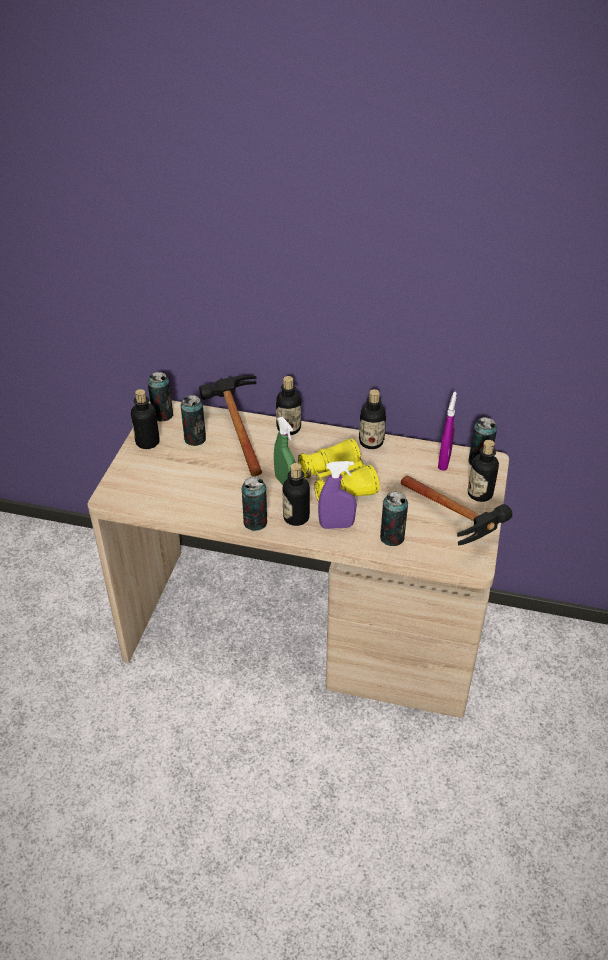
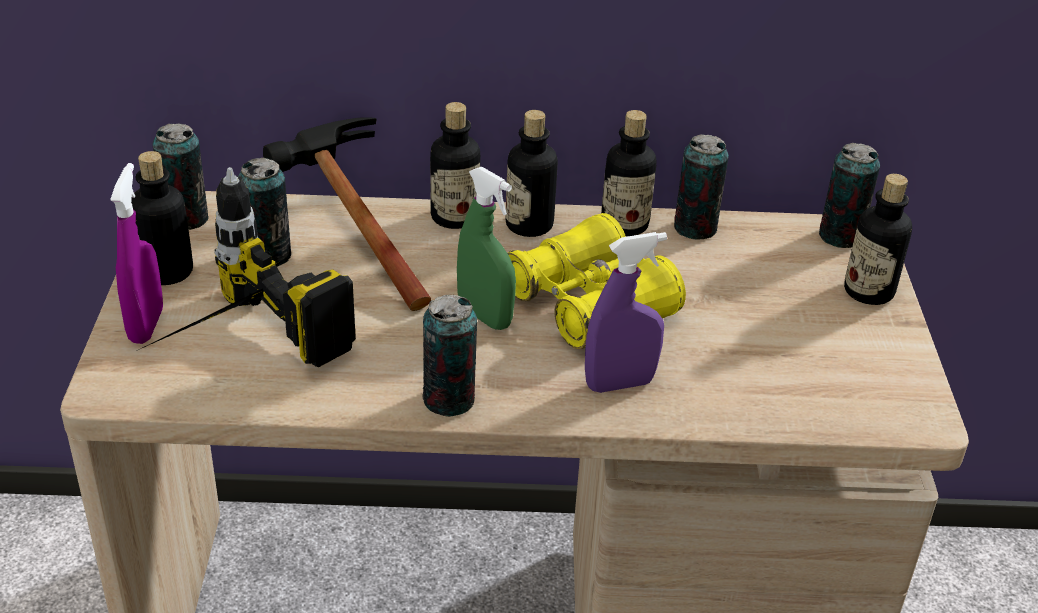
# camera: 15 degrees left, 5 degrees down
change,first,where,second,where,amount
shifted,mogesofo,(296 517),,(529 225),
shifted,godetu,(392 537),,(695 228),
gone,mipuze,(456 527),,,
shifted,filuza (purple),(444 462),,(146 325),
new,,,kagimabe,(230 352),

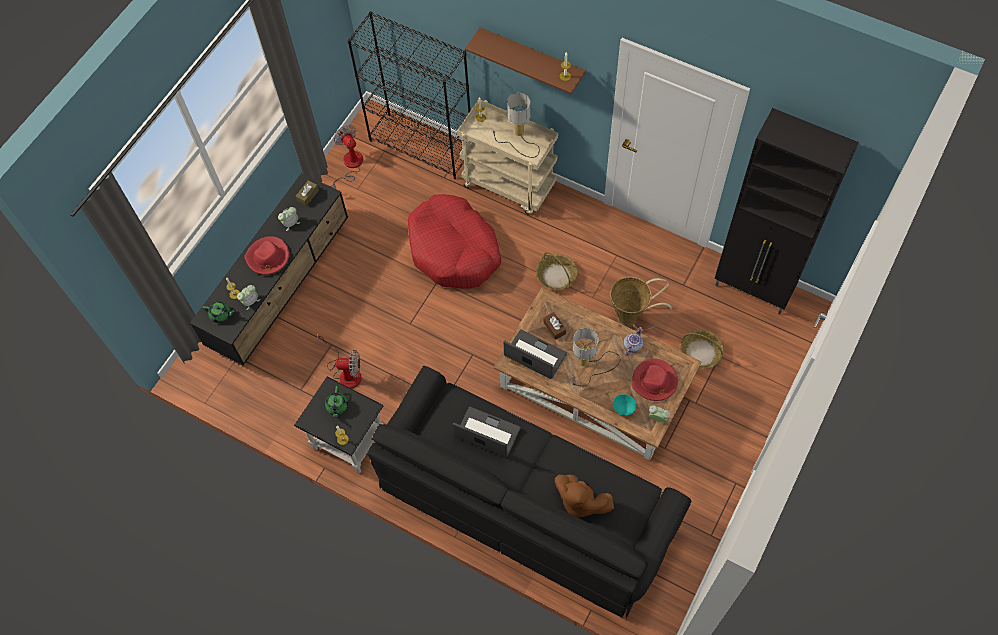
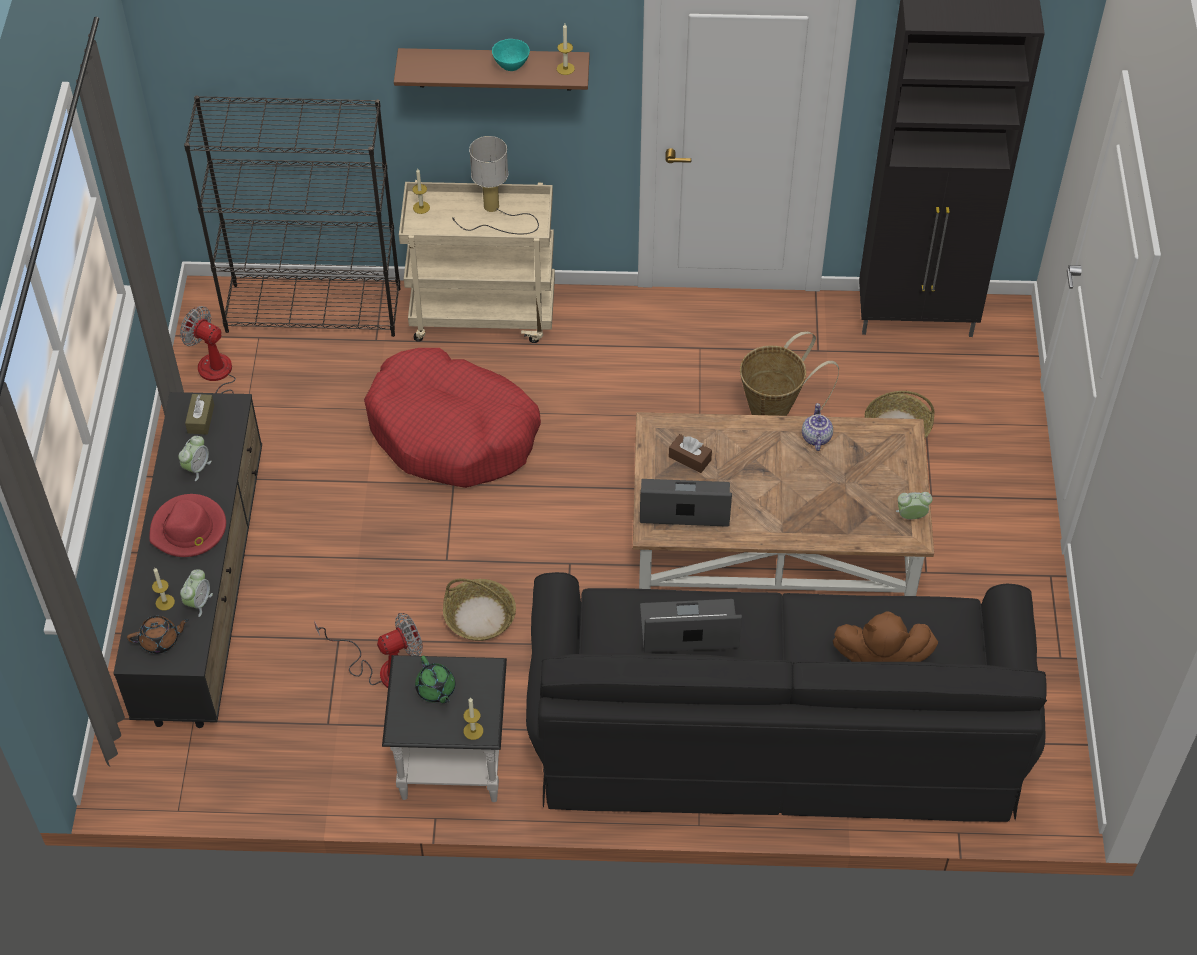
# camera: 30 degrees left, 10 degrees down
change,first,where,second,where,amount
repainted,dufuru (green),(221 314),dufuru (brown),(160 640),
shifted,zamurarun,(556 276),,(479 617),
gone,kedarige,(590 364),,,
shifted,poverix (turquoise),(623 409),,(511 67),
gone,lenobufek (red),(654 381),,,

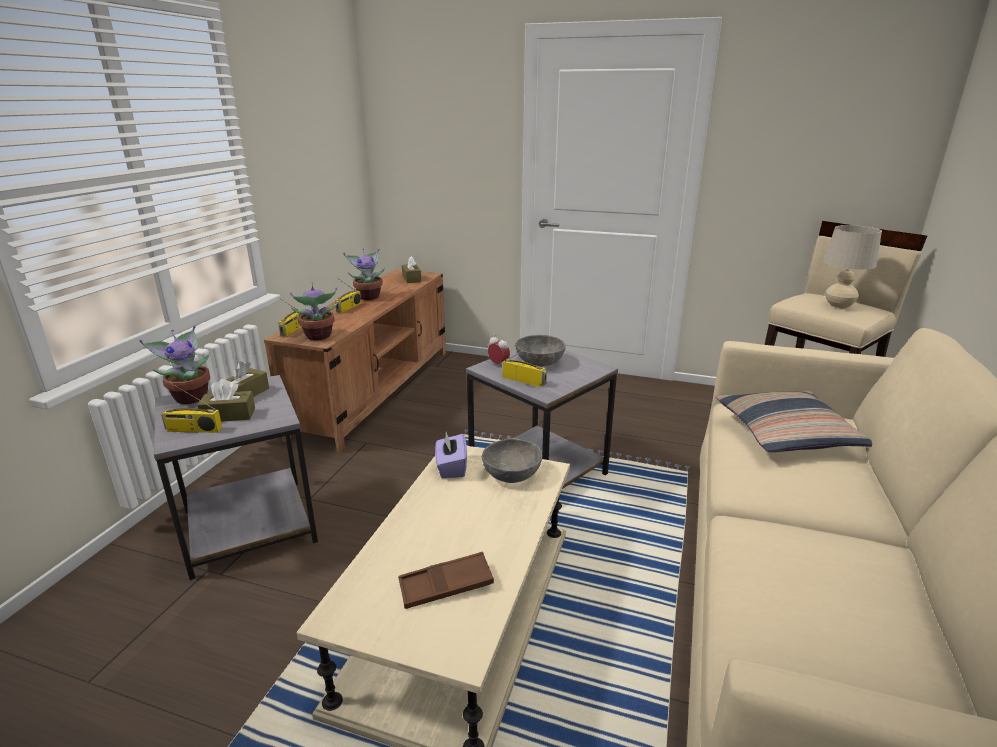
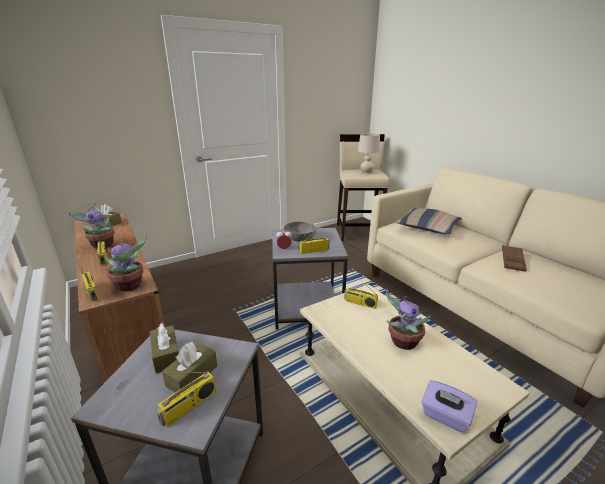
# camera: 50 degrees left, 0 degrees up
change,first,where,second,where,amount
shifted,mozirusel,(190 397),,(402 342),
shifted,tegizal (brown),(446 585),,(512 261),
shifted,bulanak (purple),(451 467),,(445 416),
swapped,poverix (grey),(512 474),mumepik,(360 303),

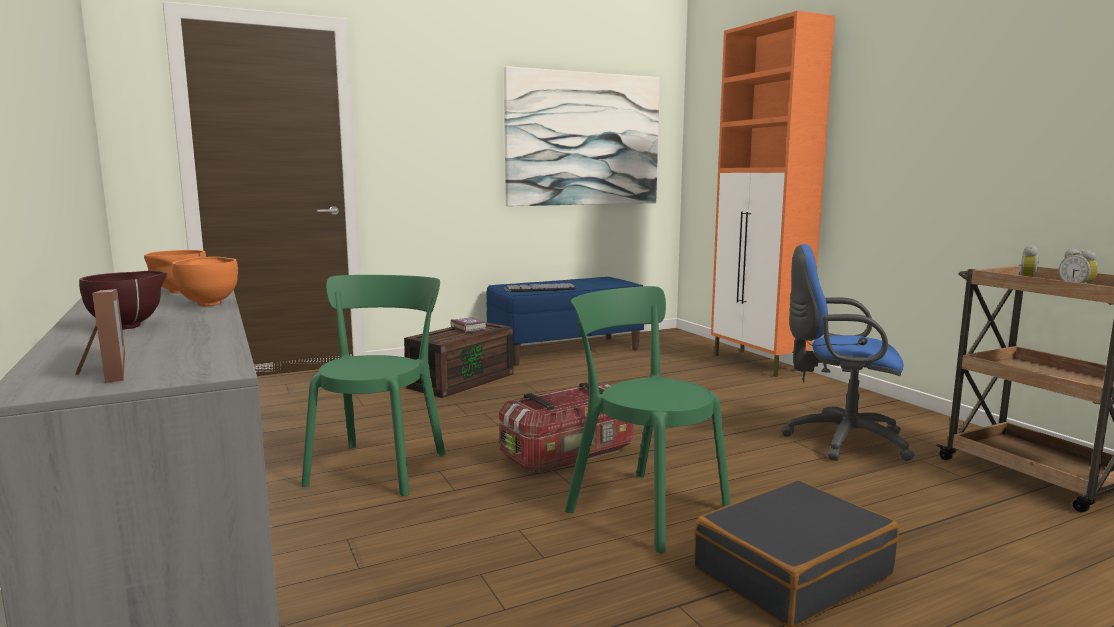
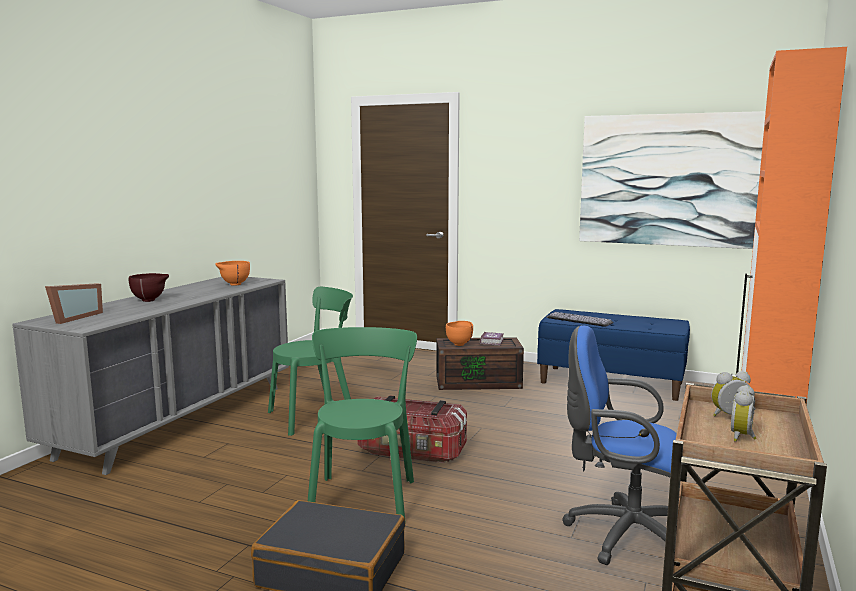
# camera: 50 degrees right, 0 degrees up
change,first,where,second,where,amount
shifted,poverix (orange),(209 304),,(460 344),
rotated,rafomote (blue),(839 440),,(622 534),45 degrees counterclockwise

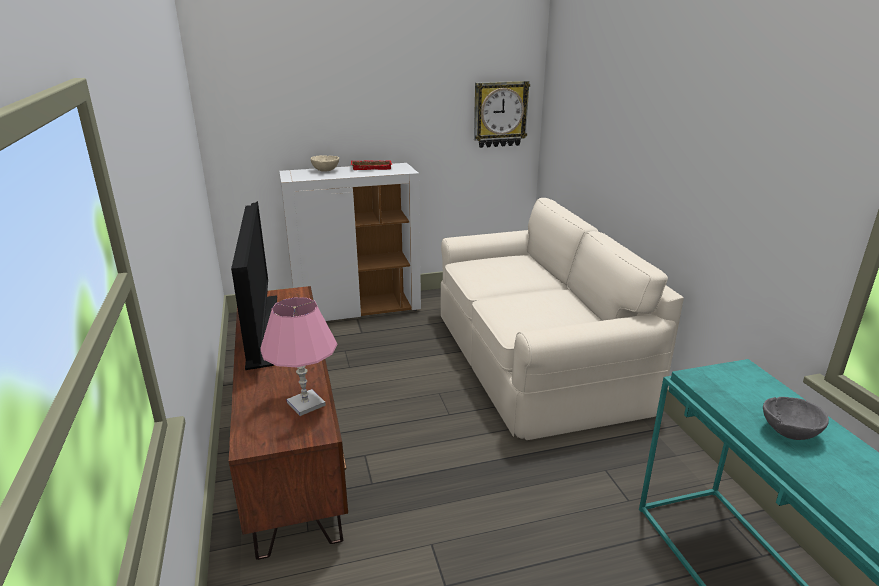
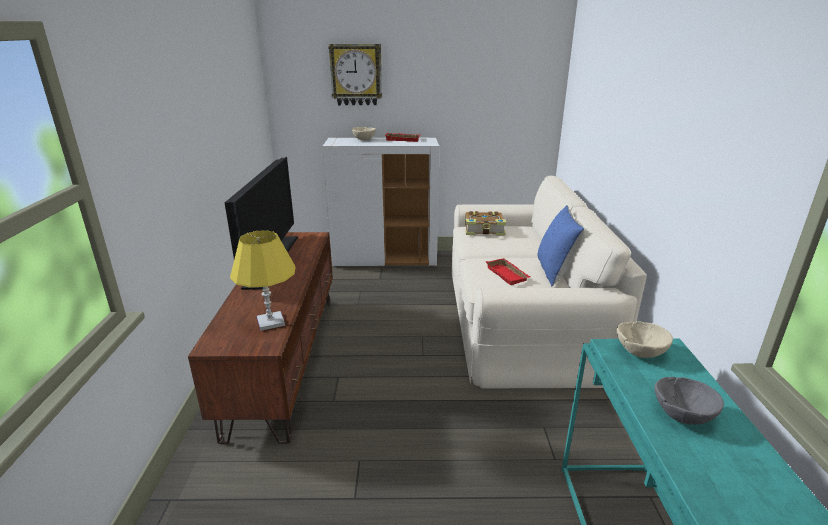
# camera: 15 degrees right, 0 degrees up
change,first,where,second,where,amount
repainted,kedarige (pink),(305 404),kedarige (yellow),(270 322),
shifted,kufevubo,(500 114),,(356 75),
new,,,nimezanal,(484 230),
new,,,tegizal (red),(508 274),
new,,,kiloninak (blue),(555 272),
new,,,poverix (beige),(639 352),

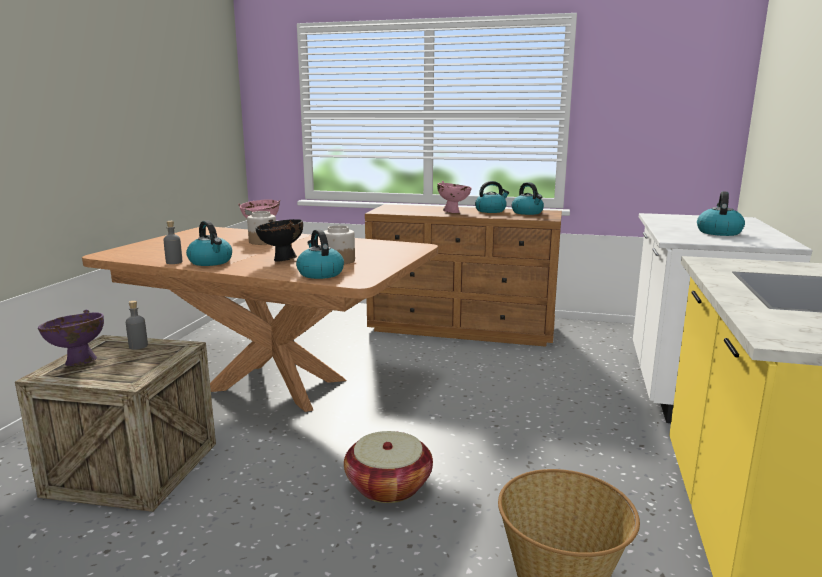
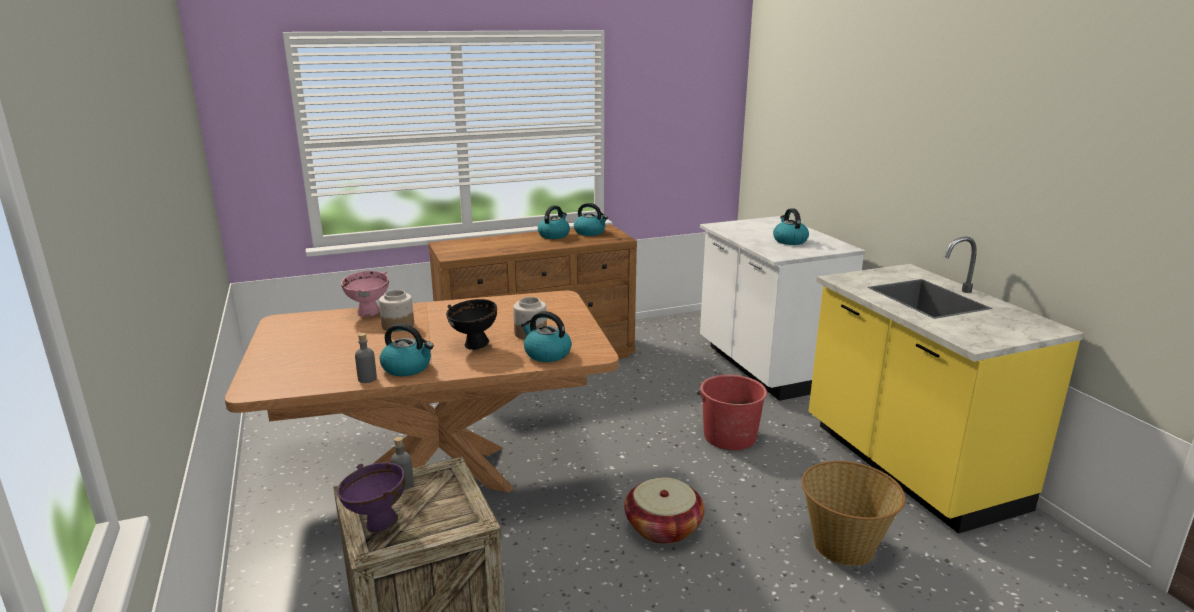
# camera: 35 degrees left, 5 degrees up
change,first,where,second,where,amount
gone,poverix (pink),(453 212),,,
new,,,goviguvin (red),(729 436),

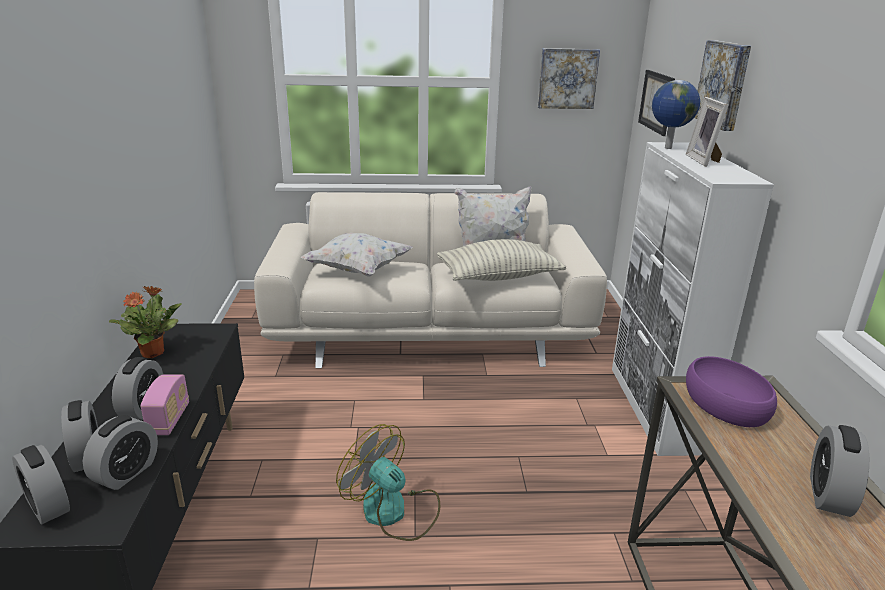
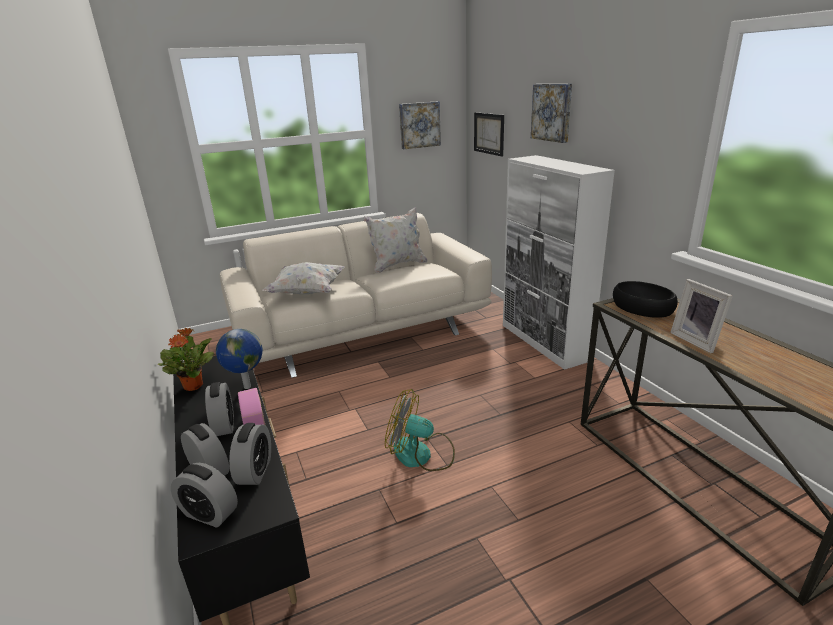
# camera: 20 degrees left, 0 degrees up
change,first,where,second,where,amount
gone,kiloninak,(499 277),,,
shifted,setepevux,(667 148),,(246 387),
shifted,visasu,(704 160),,(697 340),
repainted,poverix (purple),(724 402),poverix (black),(641 307),
gone,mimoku,(828 495),,,

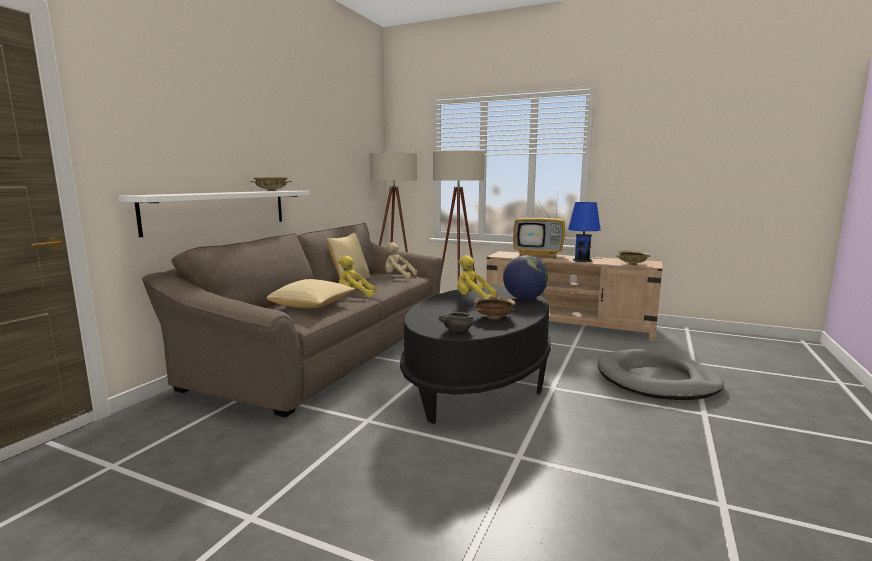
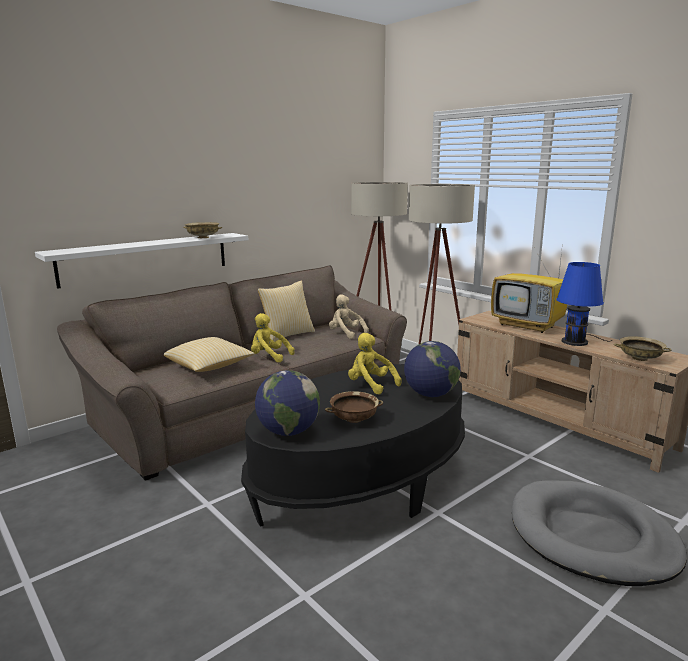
# camera: 25 degrees right, 5 degrees up
change,first,where,second,where,amount
swapped,poverix (grey),(457 330),setepevux,(288 432),

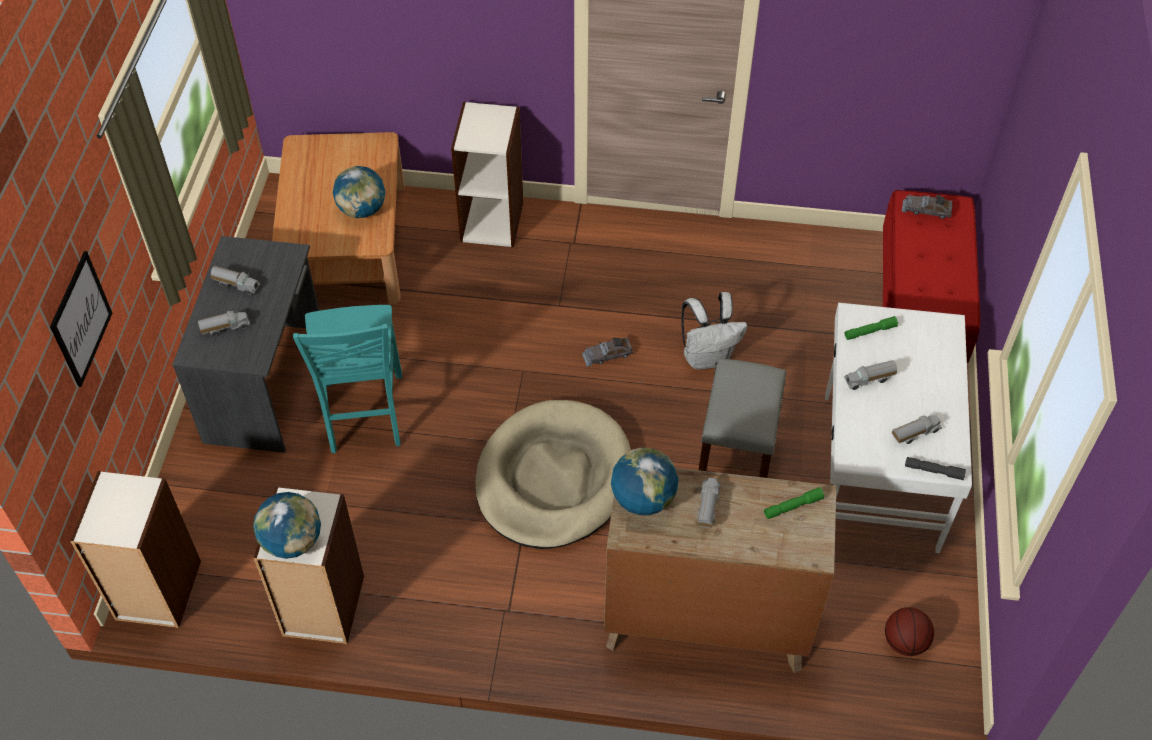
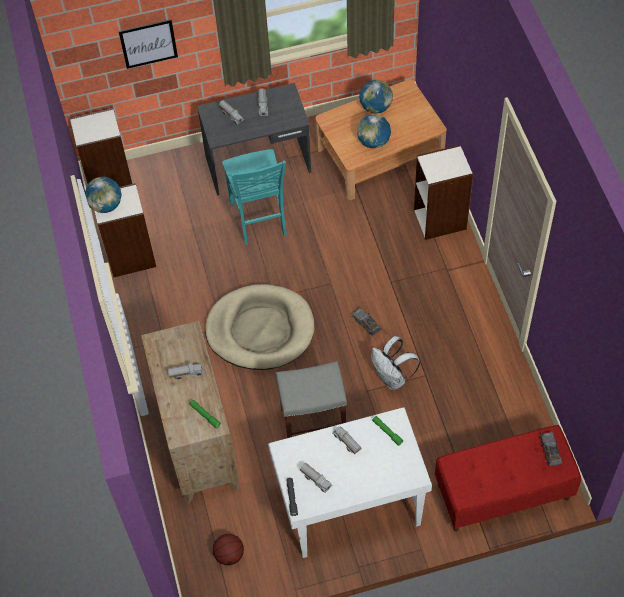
# camera: 70 degrees right, 5 degrees up
change,first,where,second,where,amount
rotated,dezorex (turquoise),(364 415),,(259 220),75 degrees counterclockwise
shifted,setepevux,(643 499),,(375 107),

